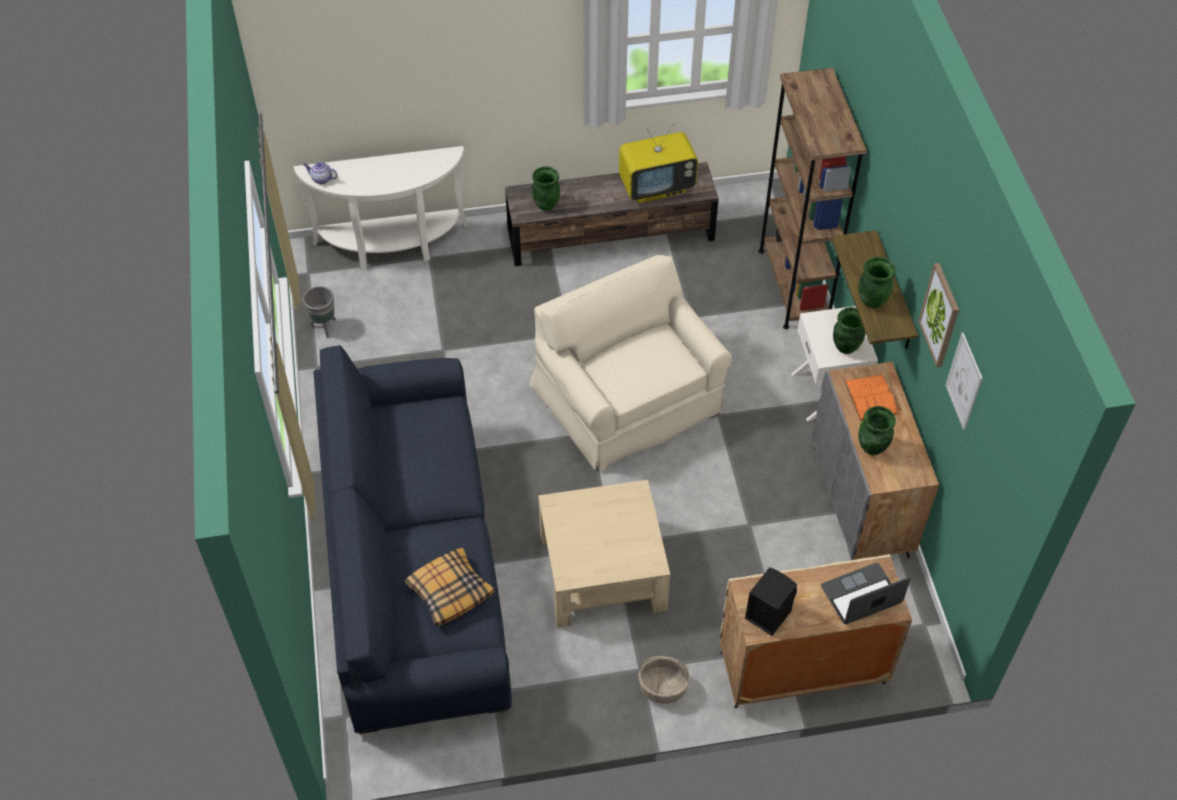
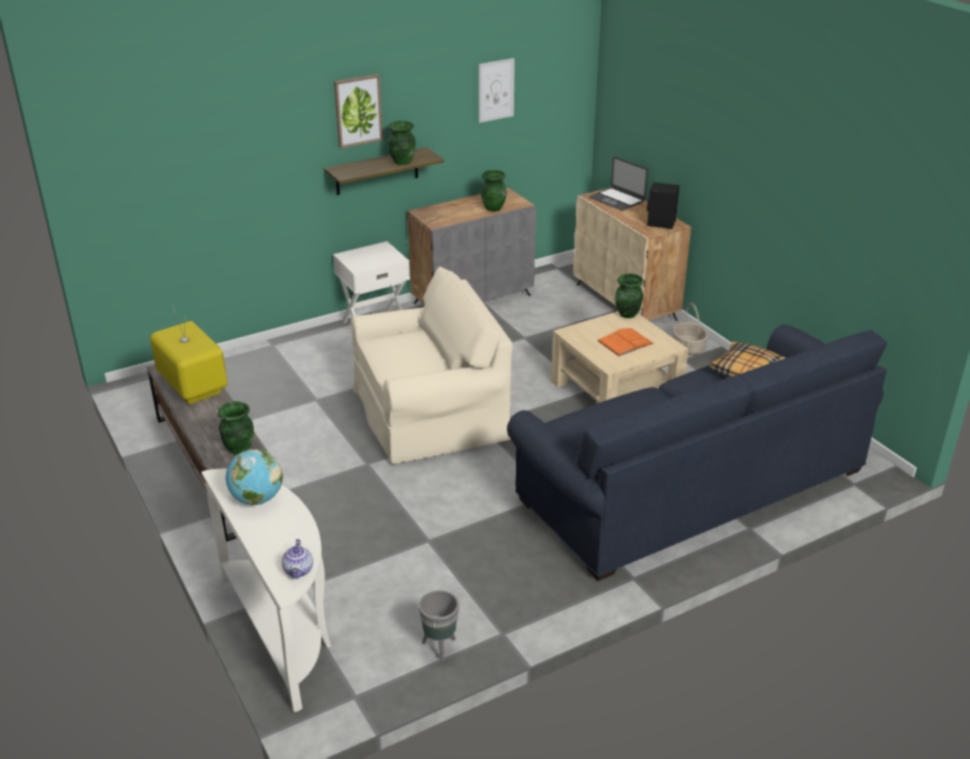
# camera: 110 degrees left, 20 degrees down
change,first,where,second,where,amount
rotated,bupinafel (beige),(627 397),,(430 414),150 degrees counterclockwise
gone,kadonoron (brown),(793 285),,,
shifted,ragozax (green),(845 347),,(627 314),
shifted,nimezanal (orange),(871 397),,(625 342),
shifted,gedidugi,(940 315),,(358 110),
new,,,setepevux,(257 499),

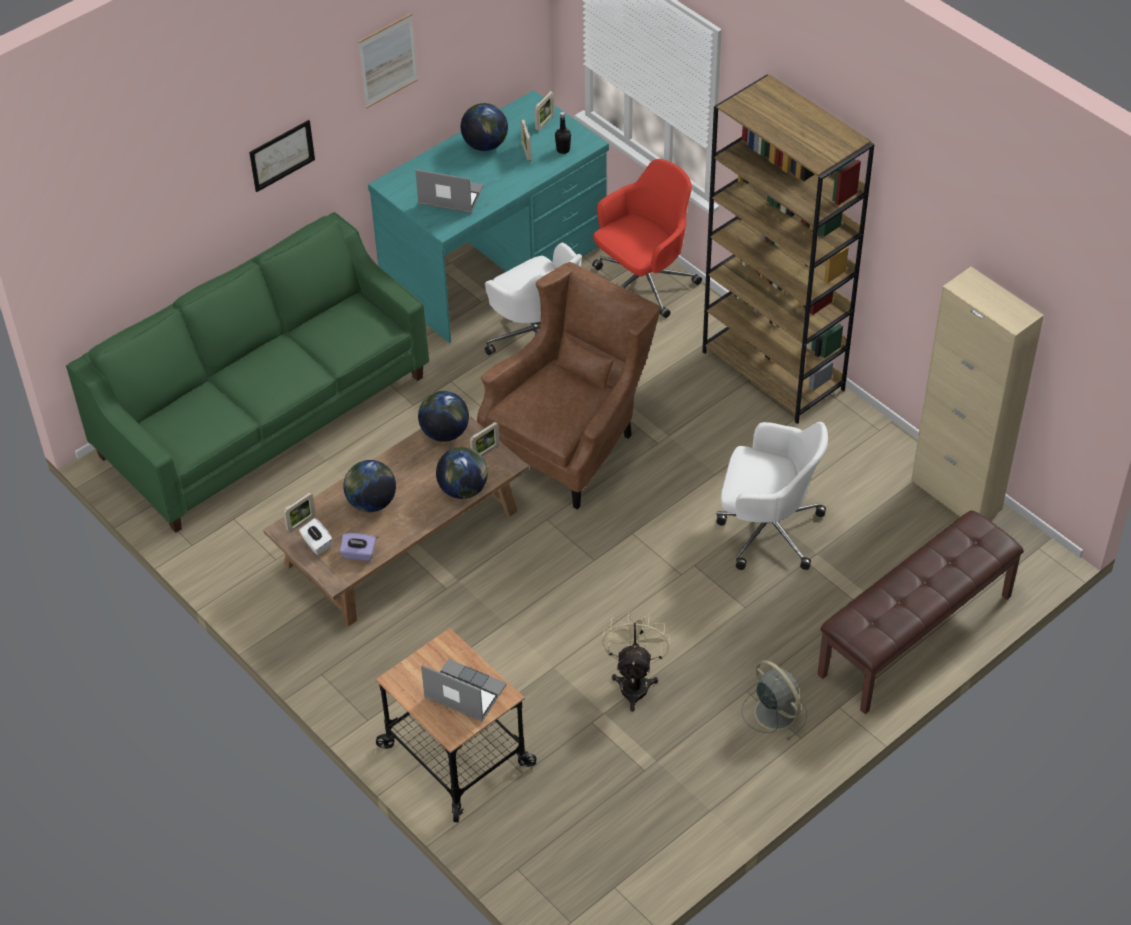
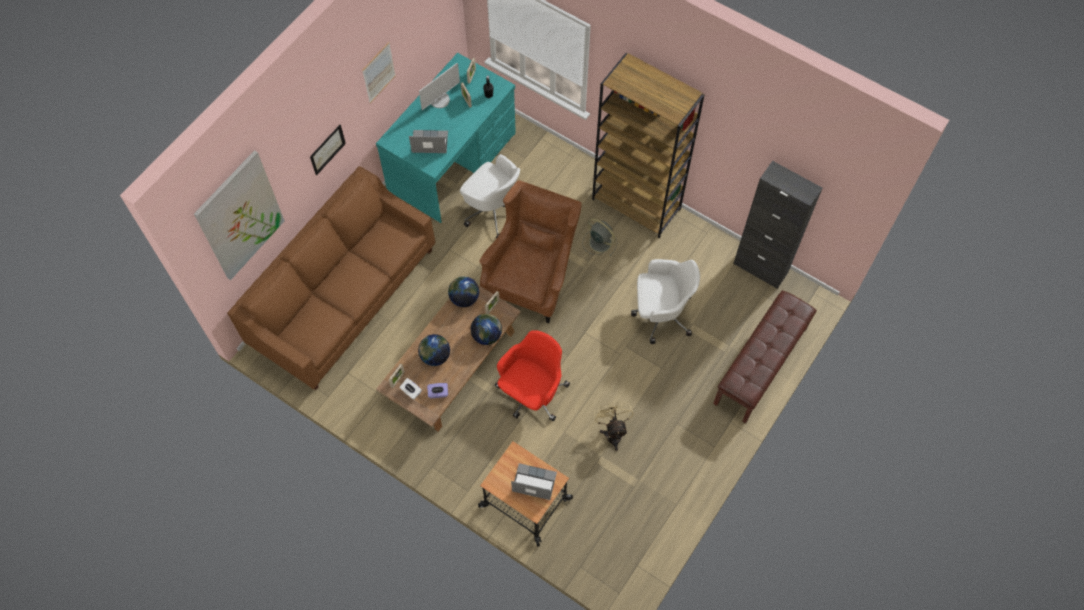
# camera: 15 degrees left, 15 degrees up
change,first,where,second,where,amount
repainted,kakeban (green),(264 416),kakeban (brown),(344 297),
swapped,setepevux,(485 145),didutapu,(439 100),
shifted,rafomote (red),(643 283),,(532 393),
shifted,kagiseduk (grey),(774 711),,(599 242),
repainted,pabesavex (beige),(956 495),pabesavex (black),(760 268),
new,,,gedidugi,(240 216),

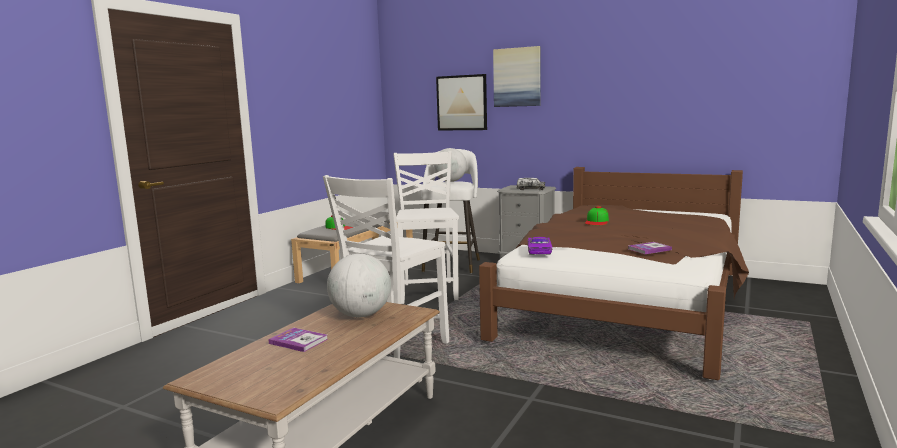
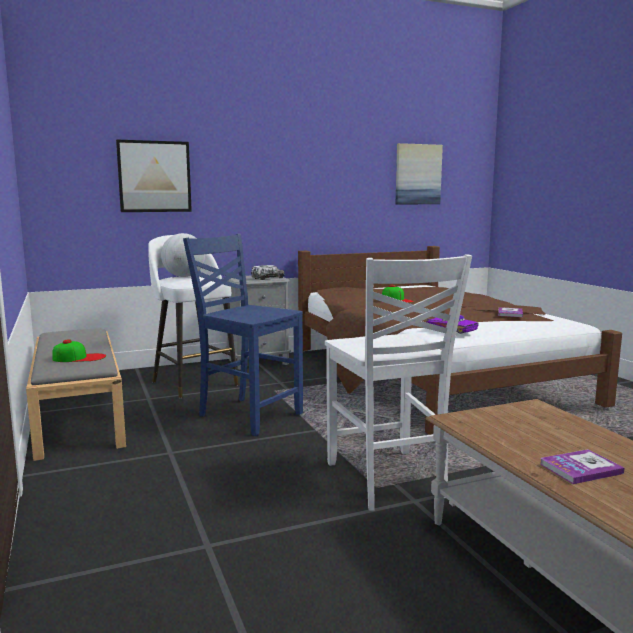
# camera: 50 degrees left, 0 degrees up
change,first,where,second,where,amount
gone,setepevux,(361 315),,,
repainted,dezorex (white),(429 292),dezorex (blue),(248 415),
shifted,gedidugi,(517 77),,(418 174),

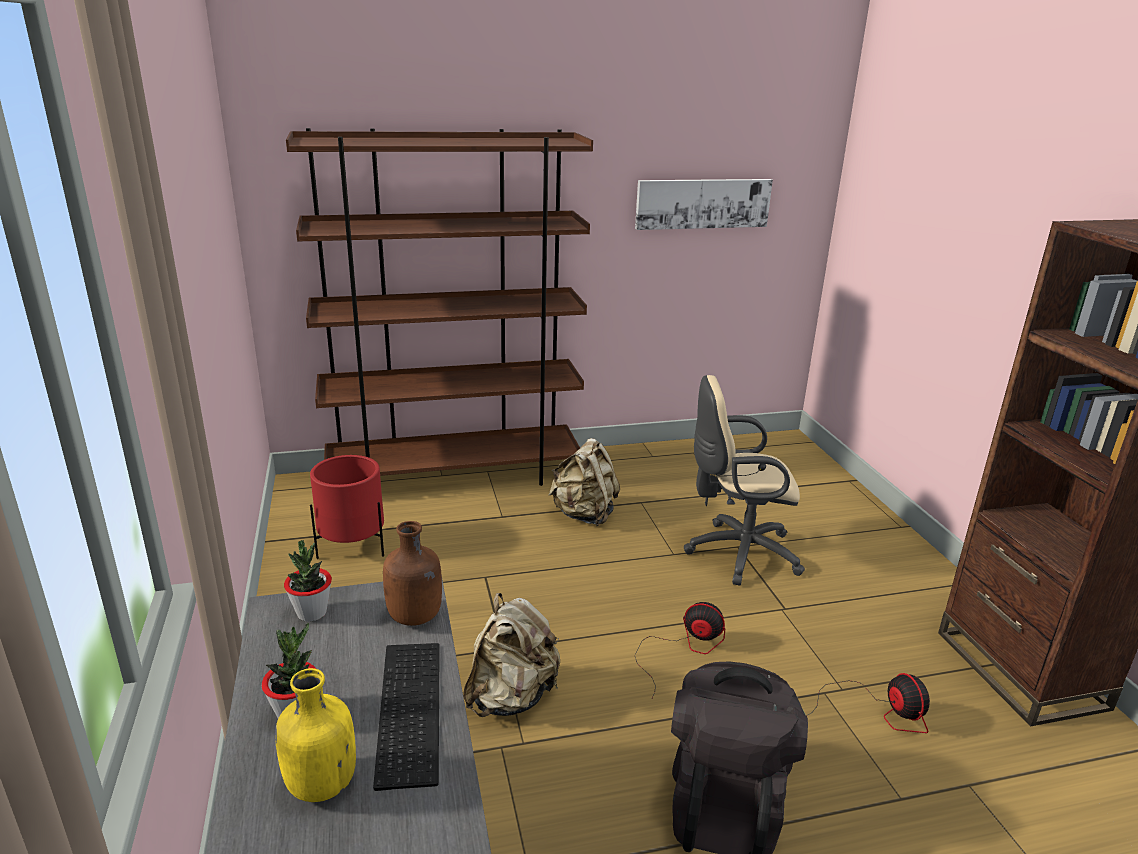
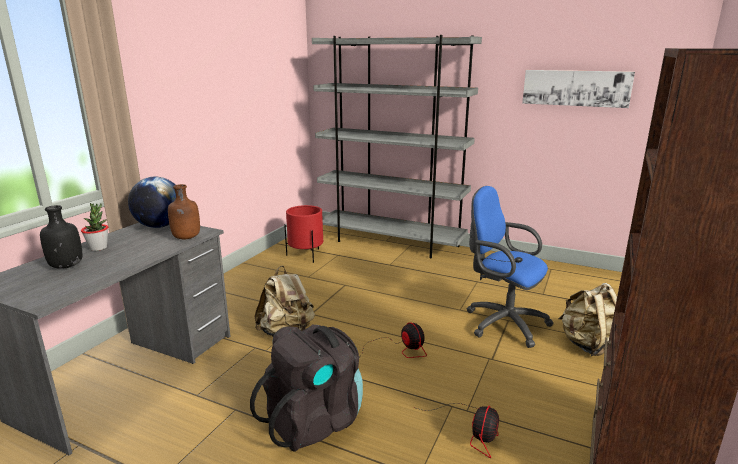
# camera: 40 degrees right, 5 degrees down
change,first,where,second,where,amount
repainted,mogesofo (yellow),(320 784),mogesofo (black),(66 266),
swapped,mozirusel,(312 613),setepevux,(160 226),
repainted,kadonoron (brown),(455 476),kadonoron (grey),(391 242),
gone,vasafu,(406 709),,,
shifted,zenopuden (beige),(584 514),,(588 345),
repainted,rafomote (beige),(736 553),rafomote (blue),(502 322),

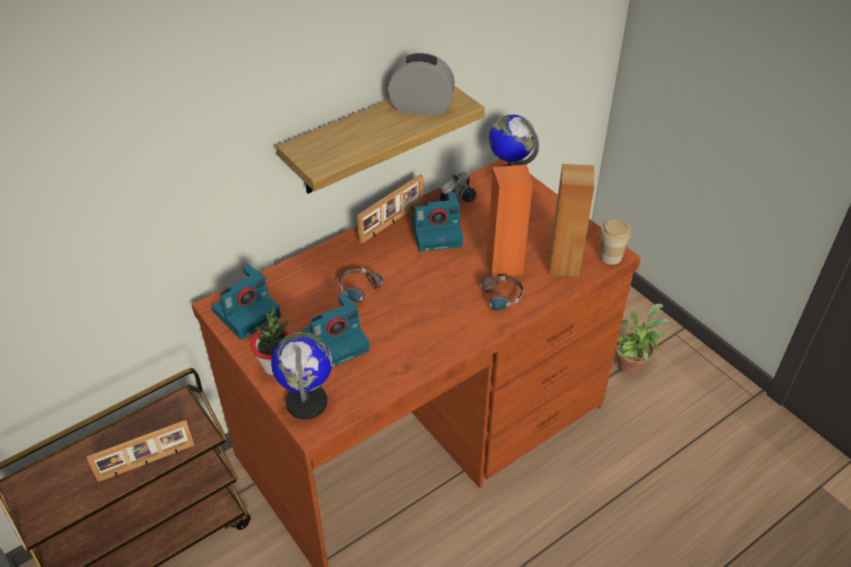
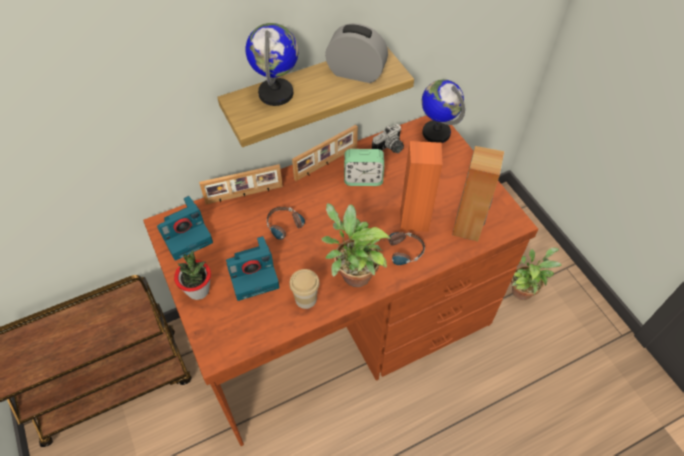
# camera: 10 degrees right, 10 degrees up
change,first,where,second,where,amount
shifted,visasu,(147 463),,(244 195),
shifted,setepevux,(307 402),,(276 93),
swapped,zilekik,(437 232),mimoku,(363 179),
shifted,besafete,(610 257),,(306 299),
new,,,mozirusel,(352 273),

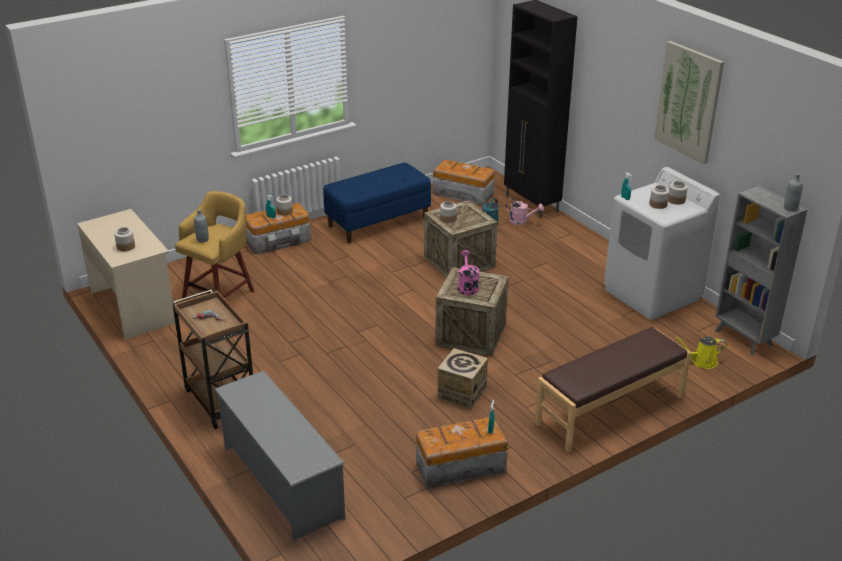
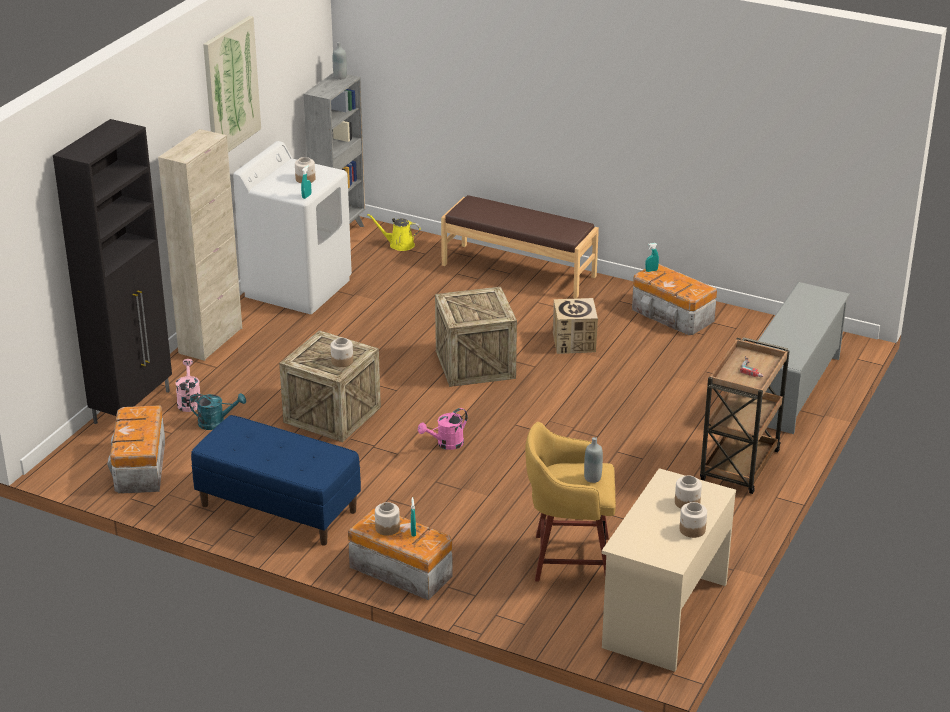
# camera: 120 degrees left, 0 degrees up
change,first,where,second,where,amount
shifted,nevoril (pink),(467 286),,(446 444),
shifted,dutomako,(676 200),,(692 530),
rotated,nevoril (yellow),(702 361),,(399 245),135 degrees clockwise
new,,,pabesavex (beige),(211 340),

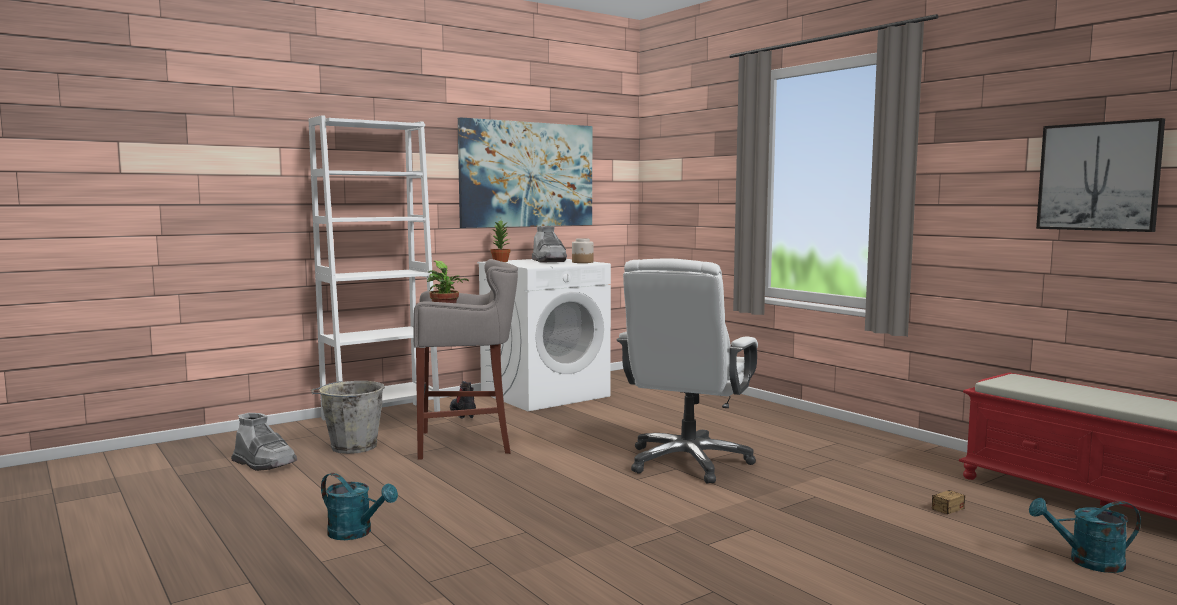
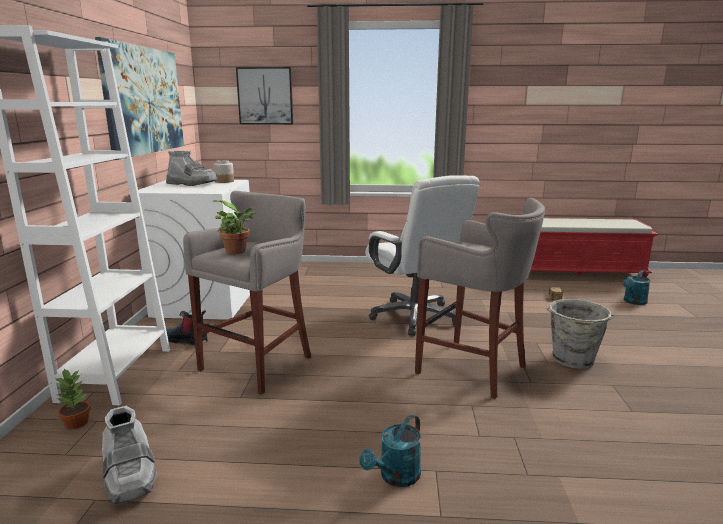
# camera: 50 degrees left, 10 degrees up
change,first,where,second,where,amount
rotated,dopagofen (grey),(265 464),,(130 476),75 degrees clockwise
shifted,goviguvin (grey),(352 447),,(573 360),
rotated,nevoril (turquoise),(356 533),,(395 477),150 degrees clockwise
shifted,mozirusel,(501 261),,(77 422),
shifted,gedidugi,(1098 176),,(265 96),
new,,,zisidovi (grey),(474 369),

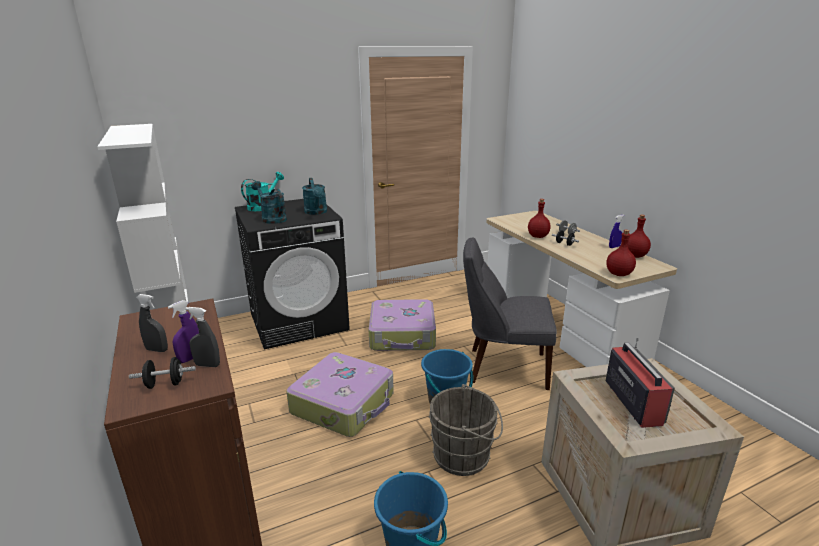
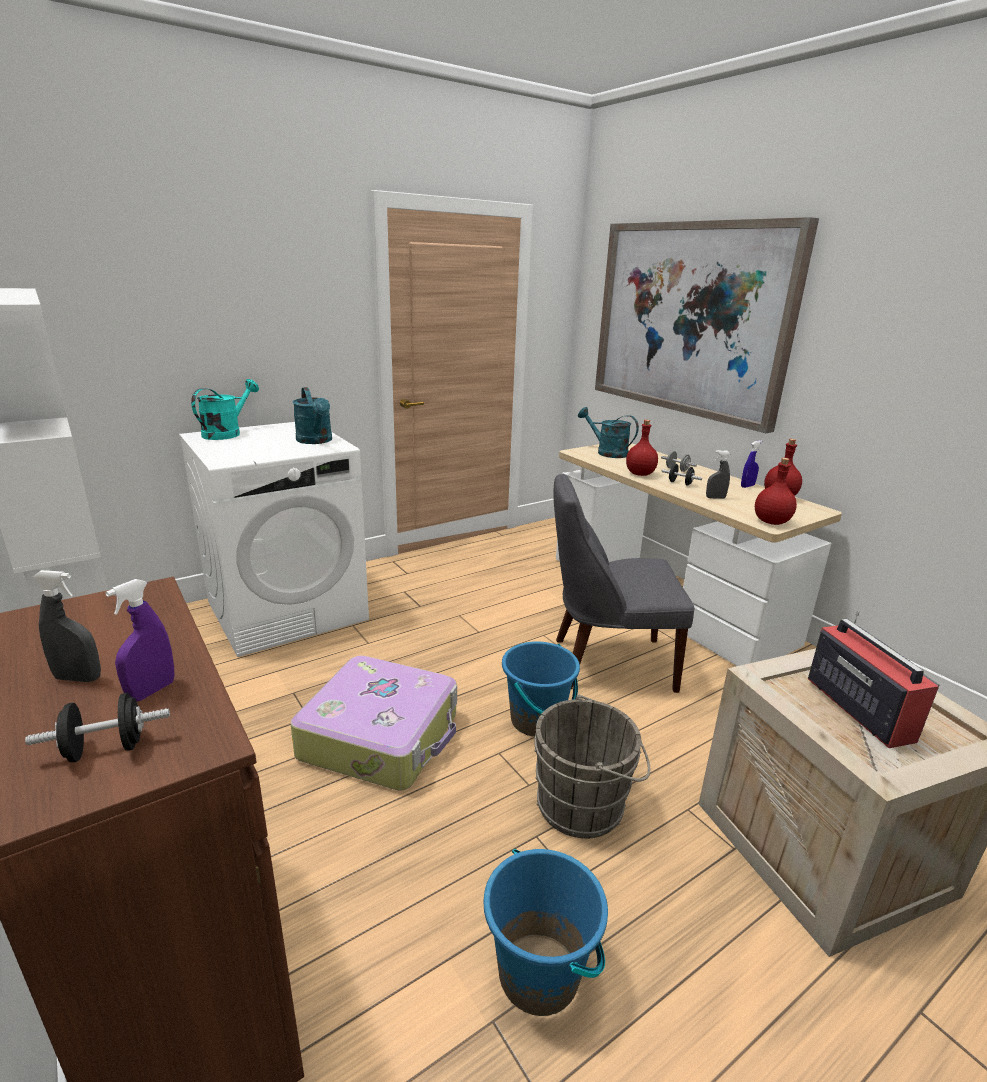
# camera: 10 degrees left, 0 degrees up
change,first,where,second,where,amount
shifted,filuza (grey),(207 365),,(715 498),
repainted,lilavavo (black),(299 321),lilavavo (white),(288 610),
shifted,nevoril (turquoise),(271 218),,(607 452),
gone,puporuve,(403 335),,,
new,,,gedidugi,(690 319),

